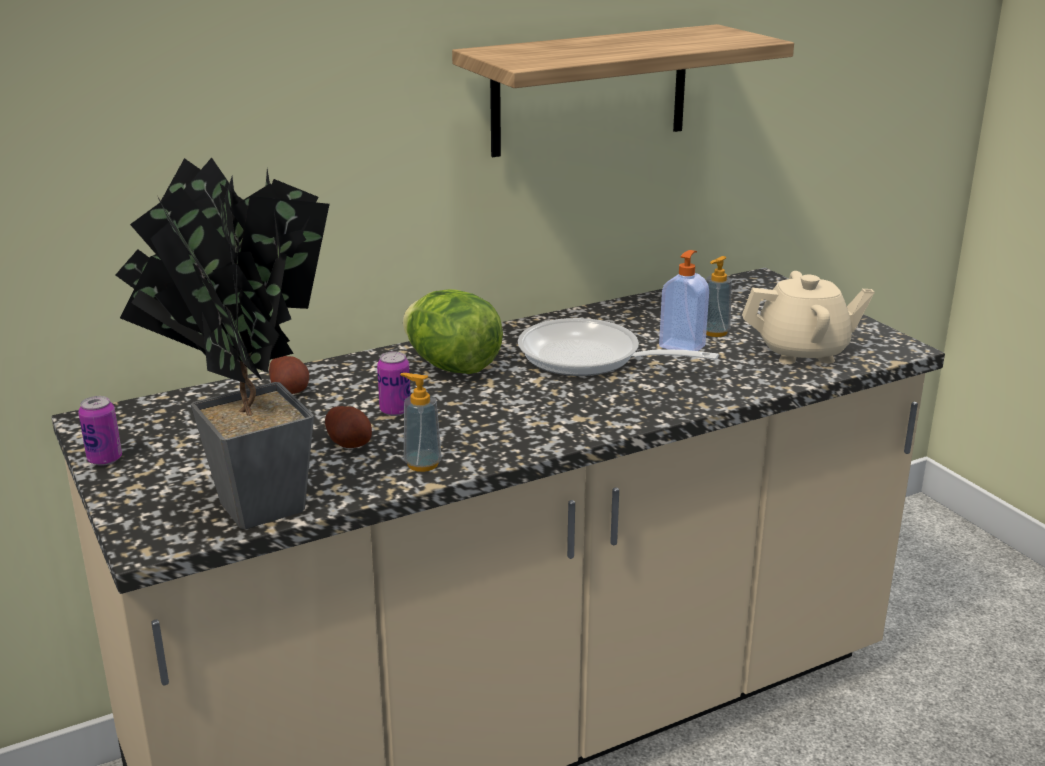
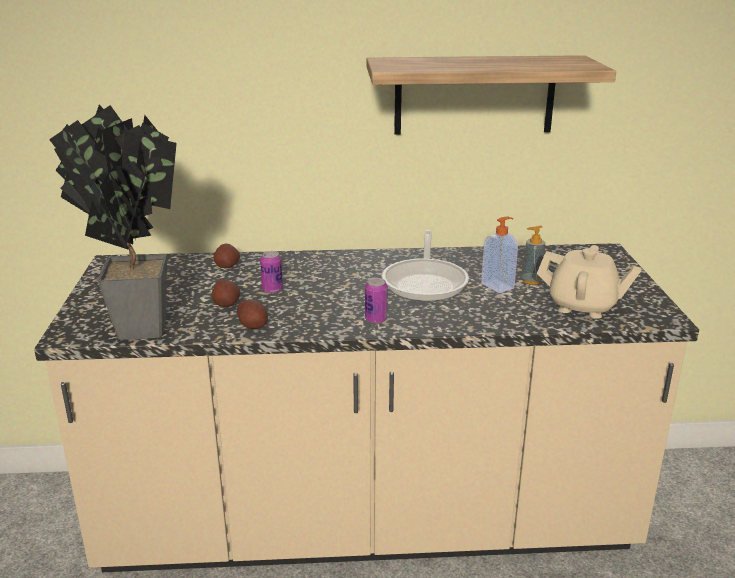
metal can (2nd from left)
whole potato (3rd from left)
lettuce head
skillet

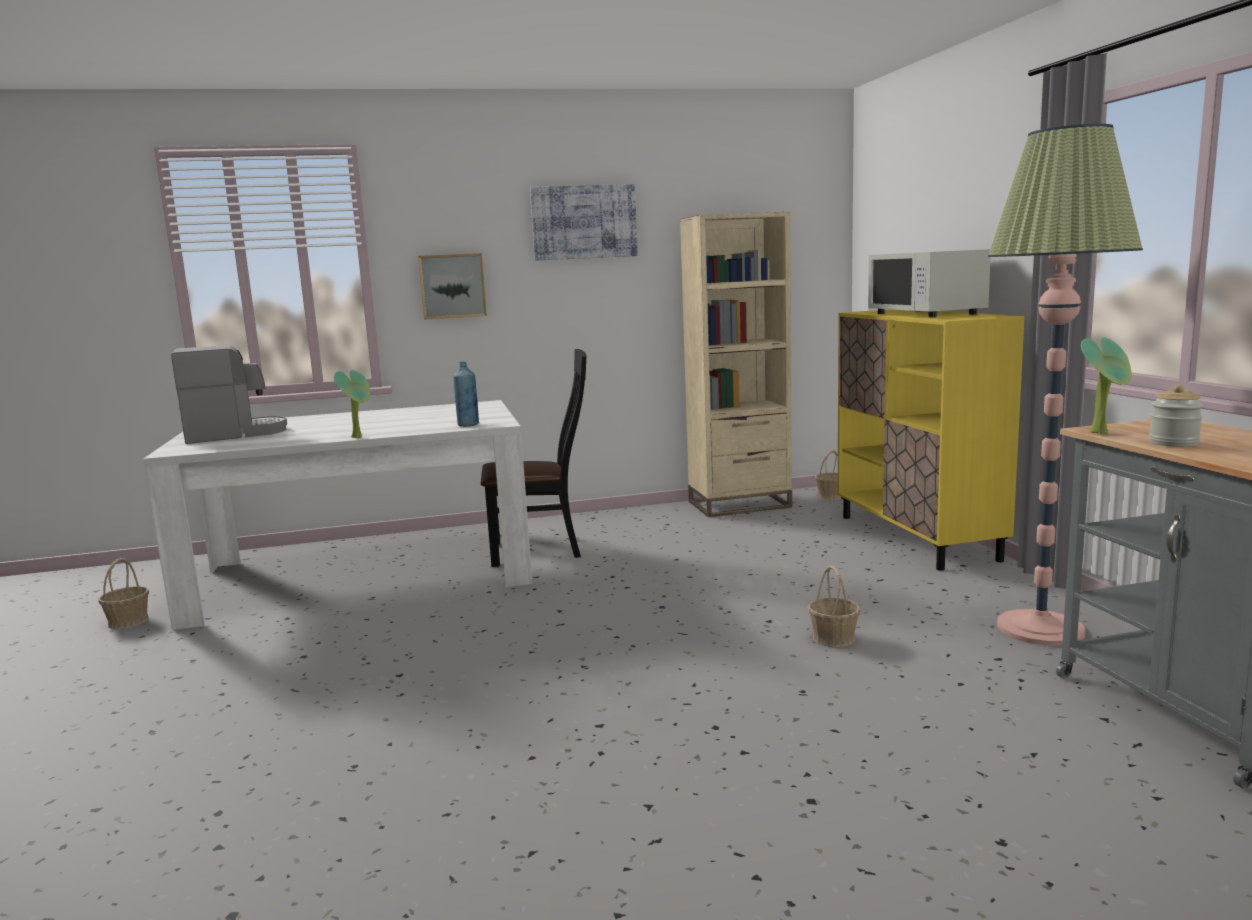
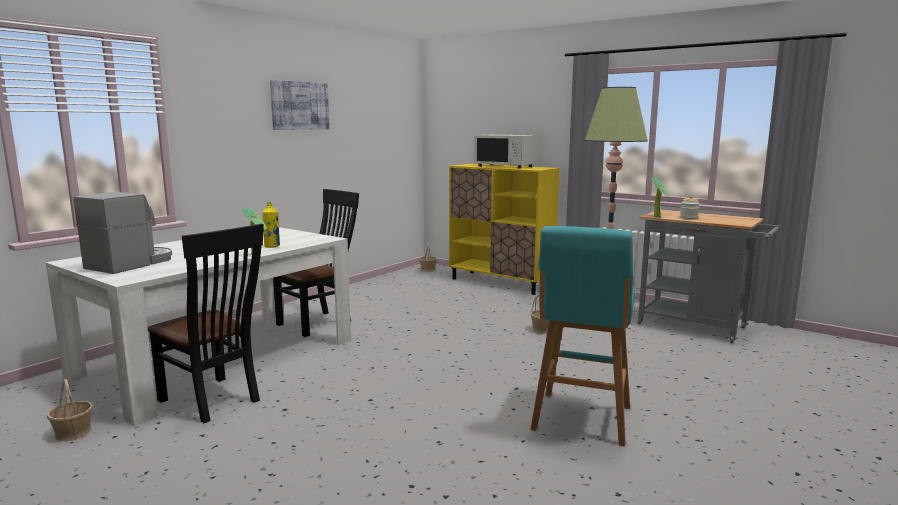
wall picture (1st from left in the first image)
blue-coloured drink bottle
sand-coloured bookshelf
black-coloured chair (1st from left)
yellowish drink bottle
blue-green sitting stool

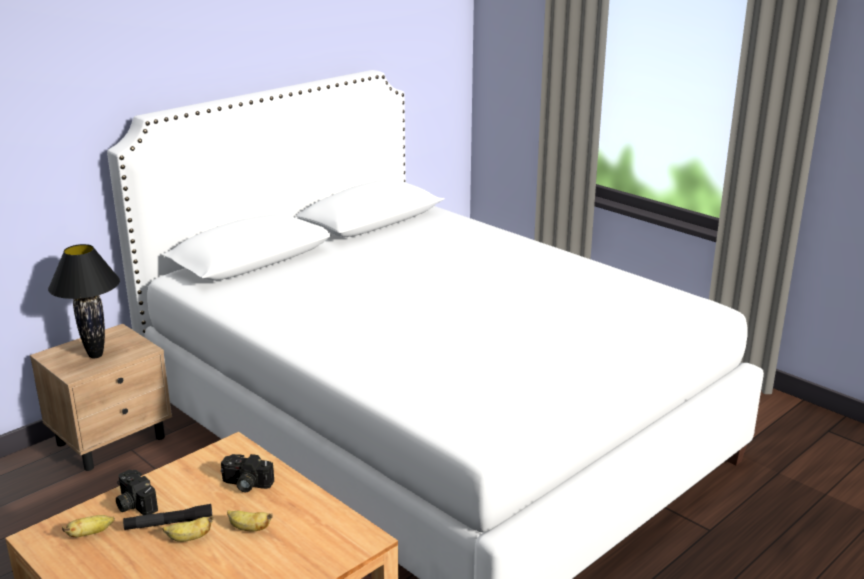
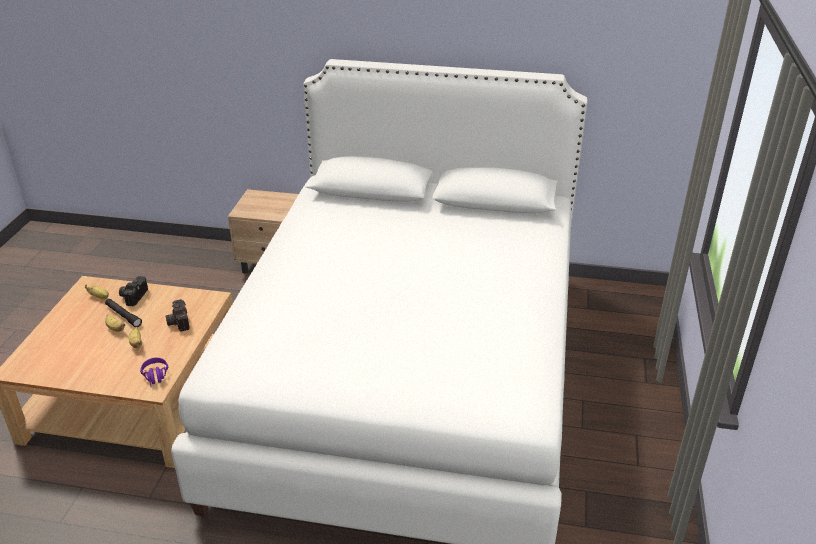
black-coloured tabletop lamp
purple headset

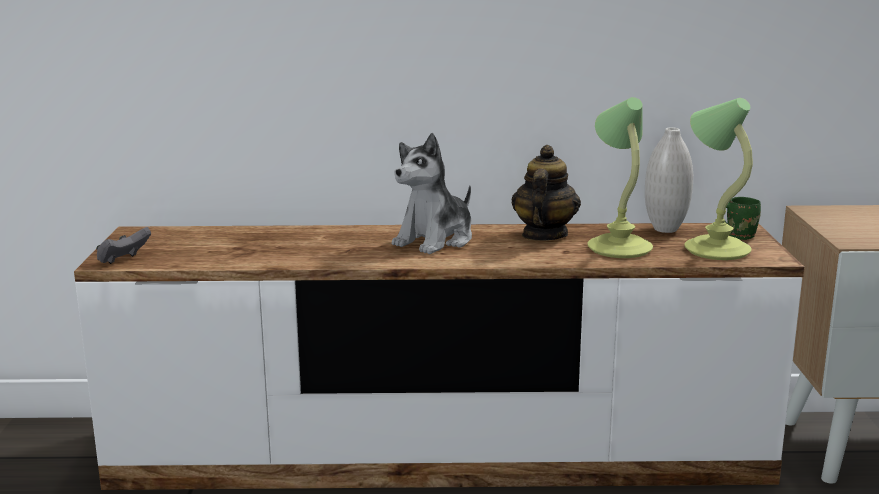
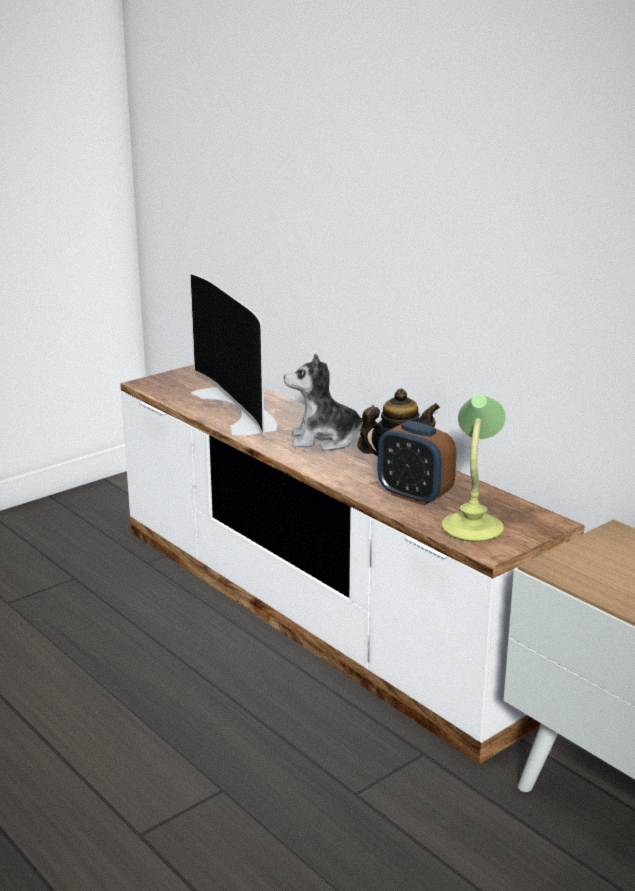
gray joypad
bedside clock
white-coloured flower vase
greenish mug
television

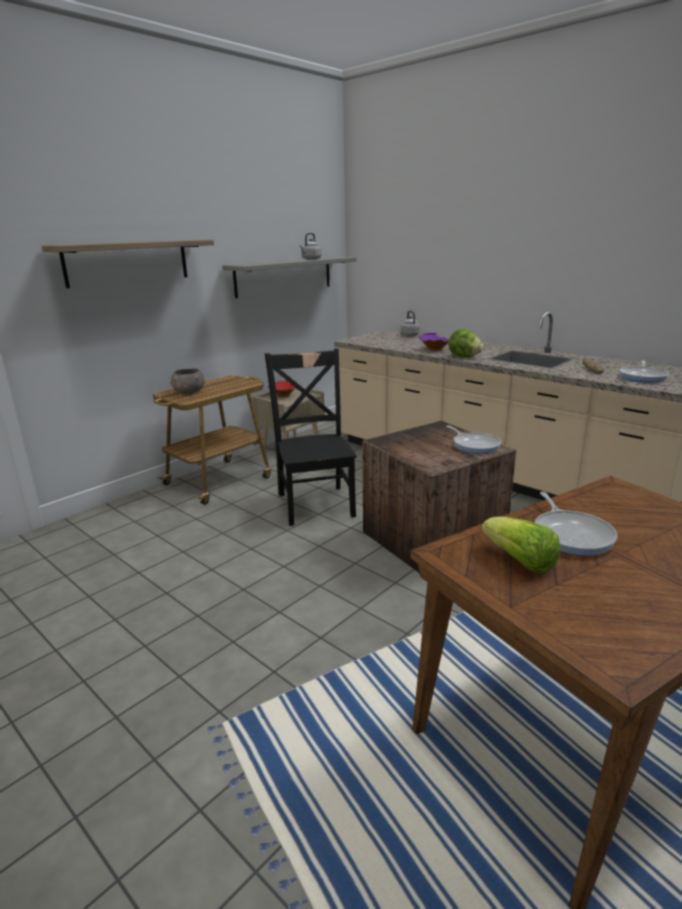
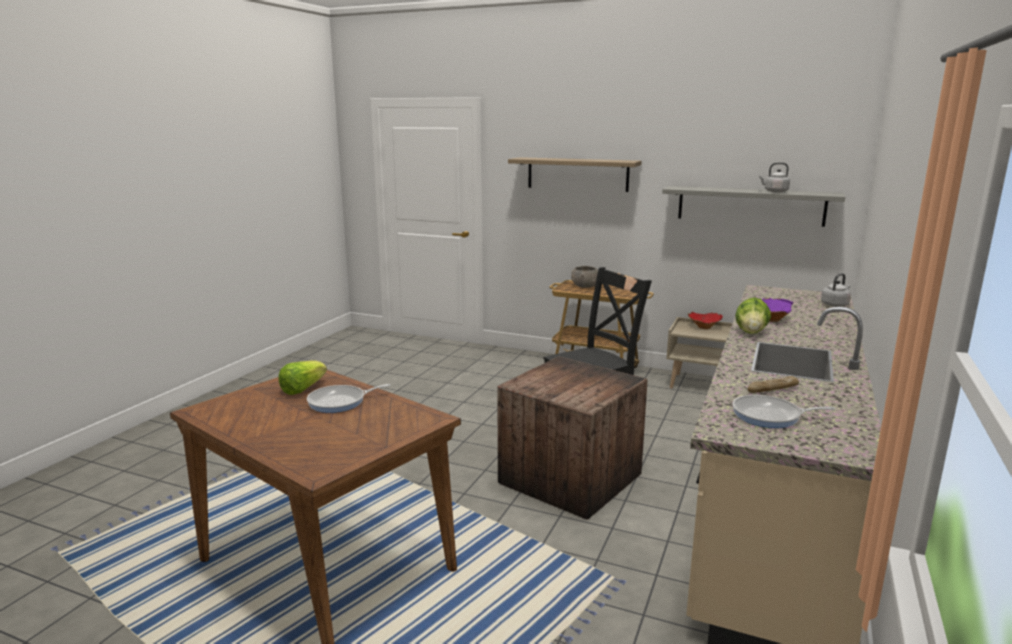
skillet (1st from left in the first image)

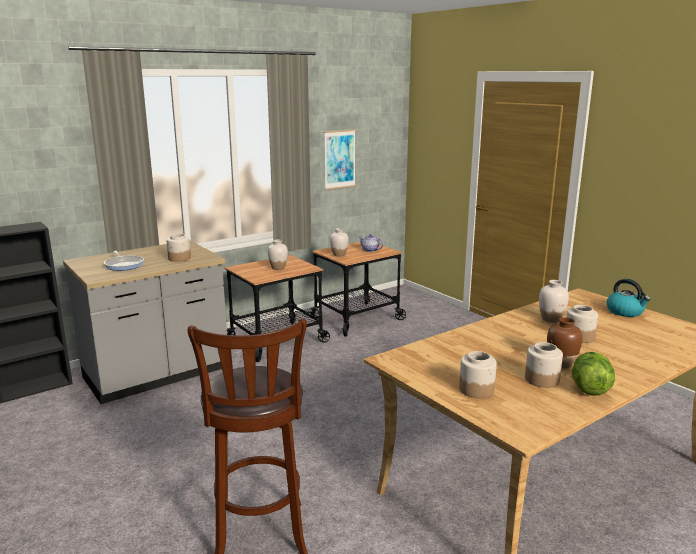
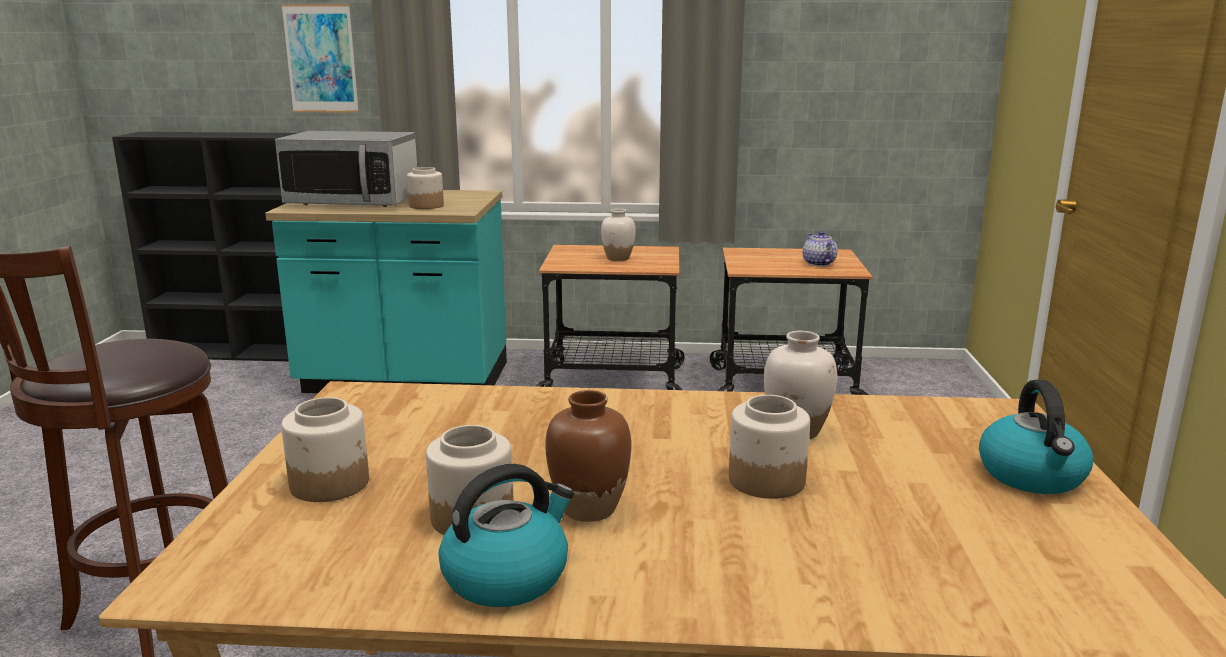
blue-green kitchen base unit
microwave
wall picture
white-coloured flower vase (2nd from left in the first image)
water kettle (1st from left)

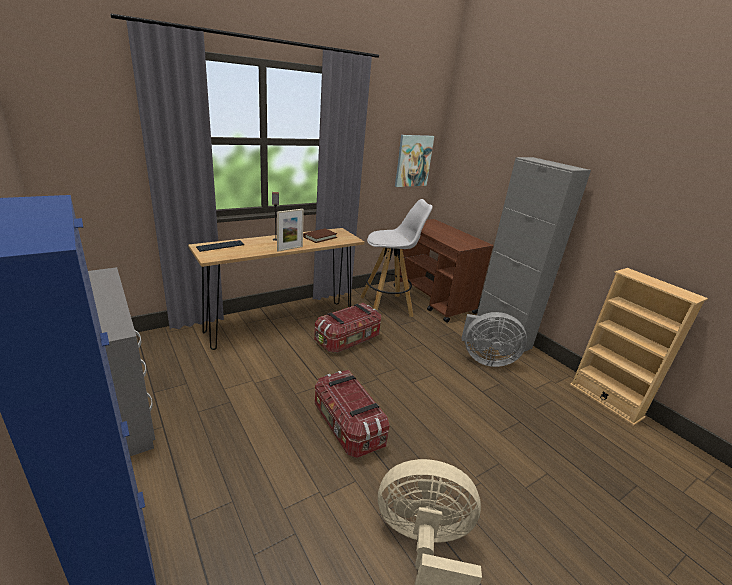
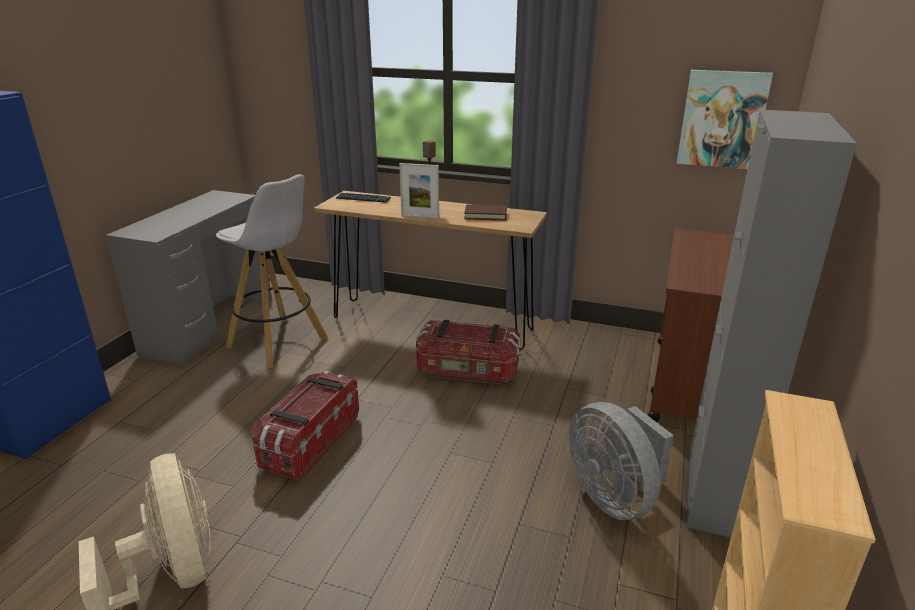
white-coloured sitting stool

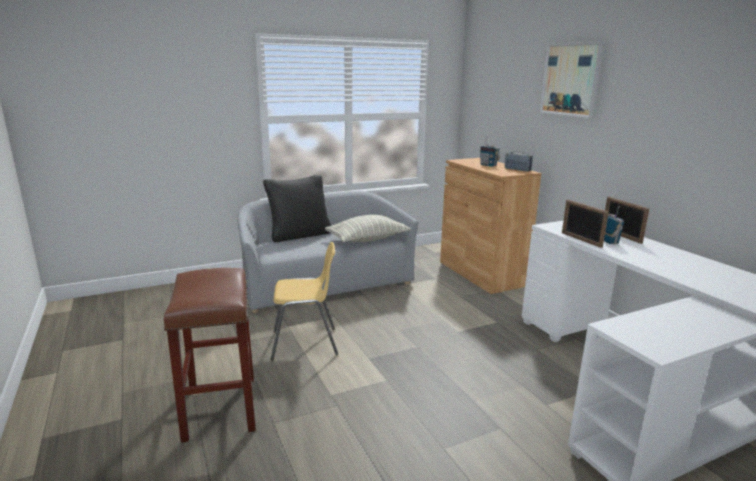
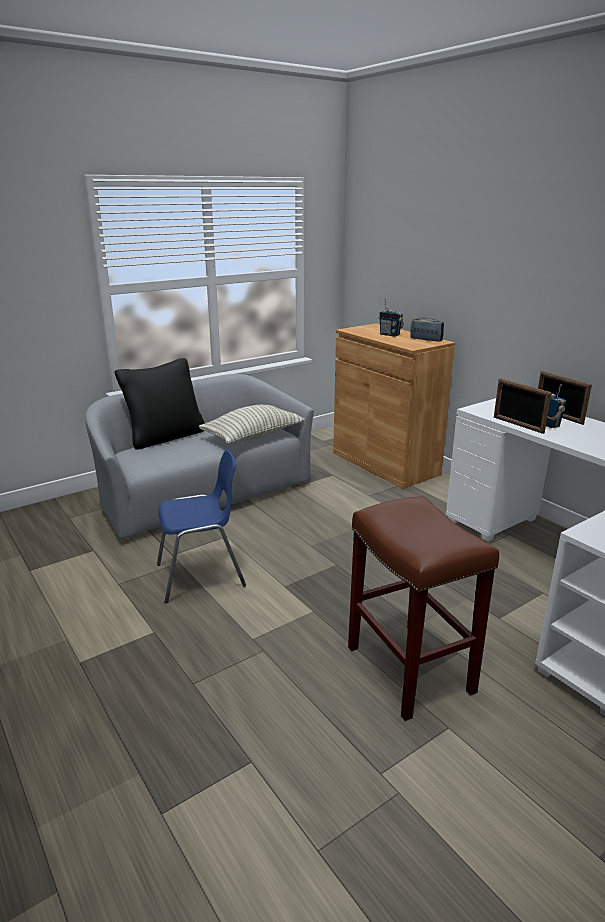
brown-coloured sitting stool
blue-coloured chair
wall picture

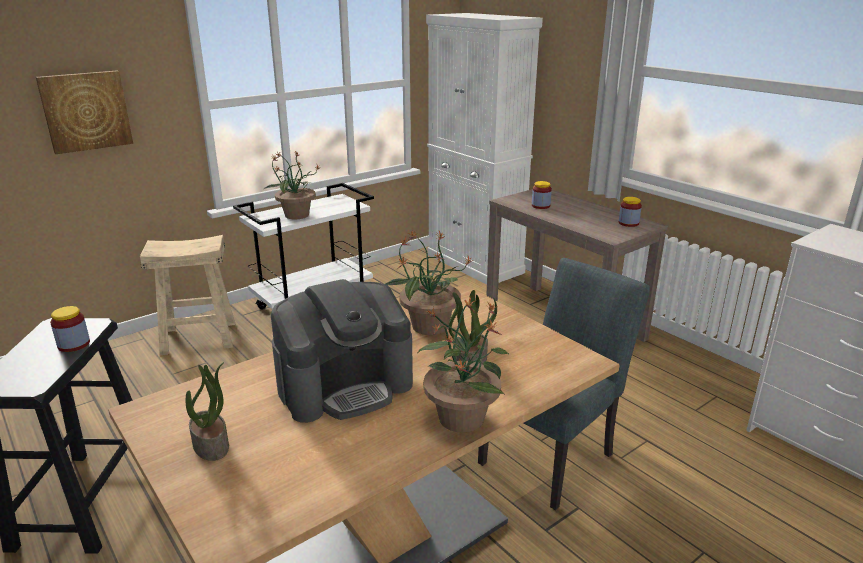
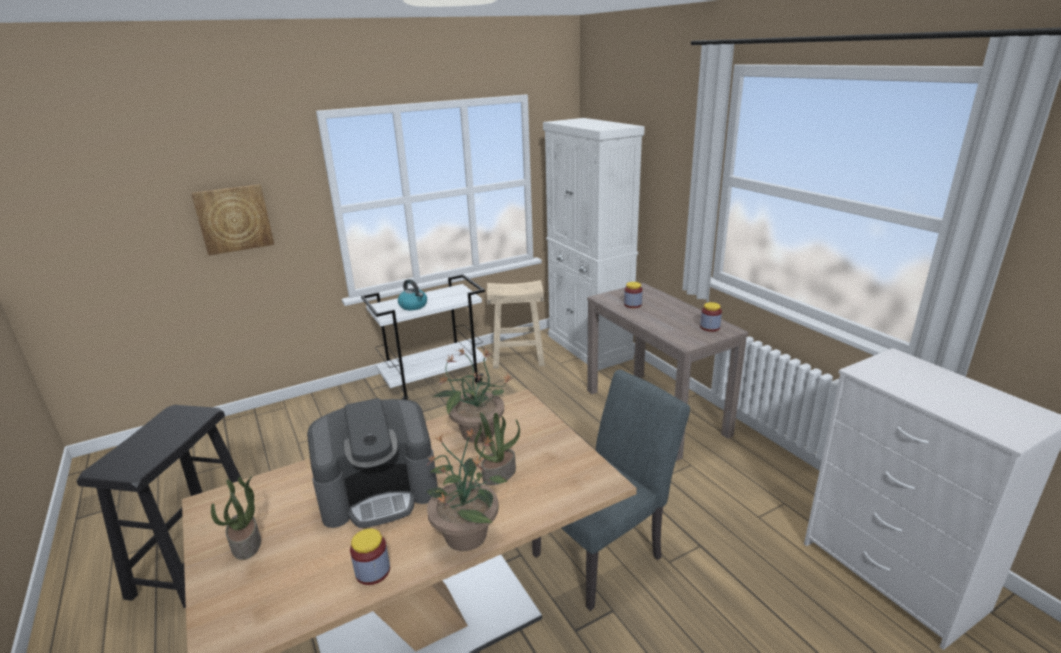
storage jar (1st from left)
sand-coloured sitting stool
water kettle

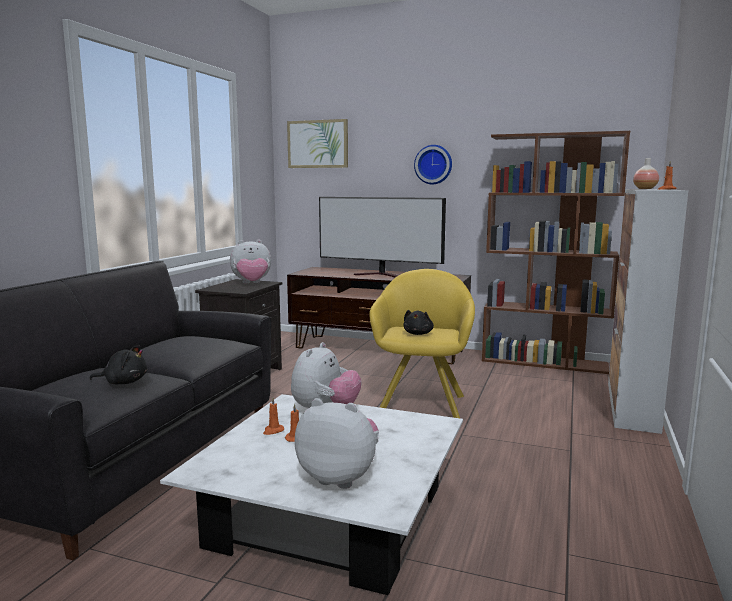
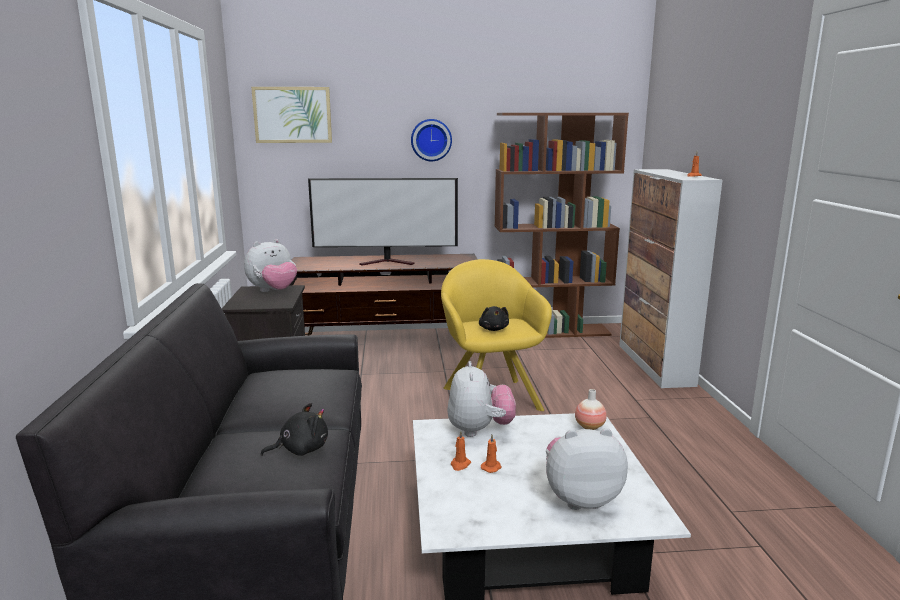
flower vase

